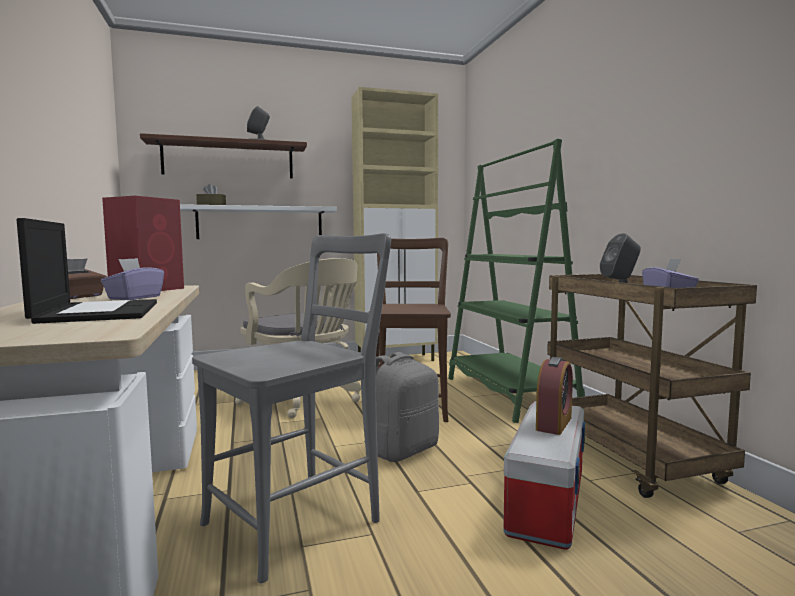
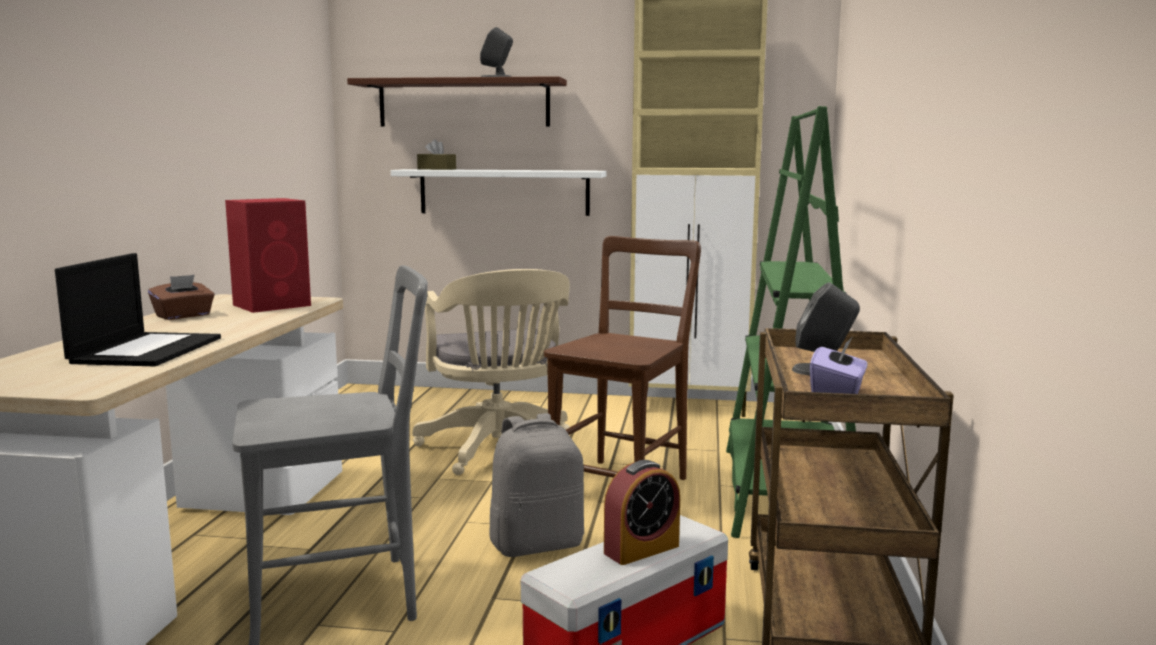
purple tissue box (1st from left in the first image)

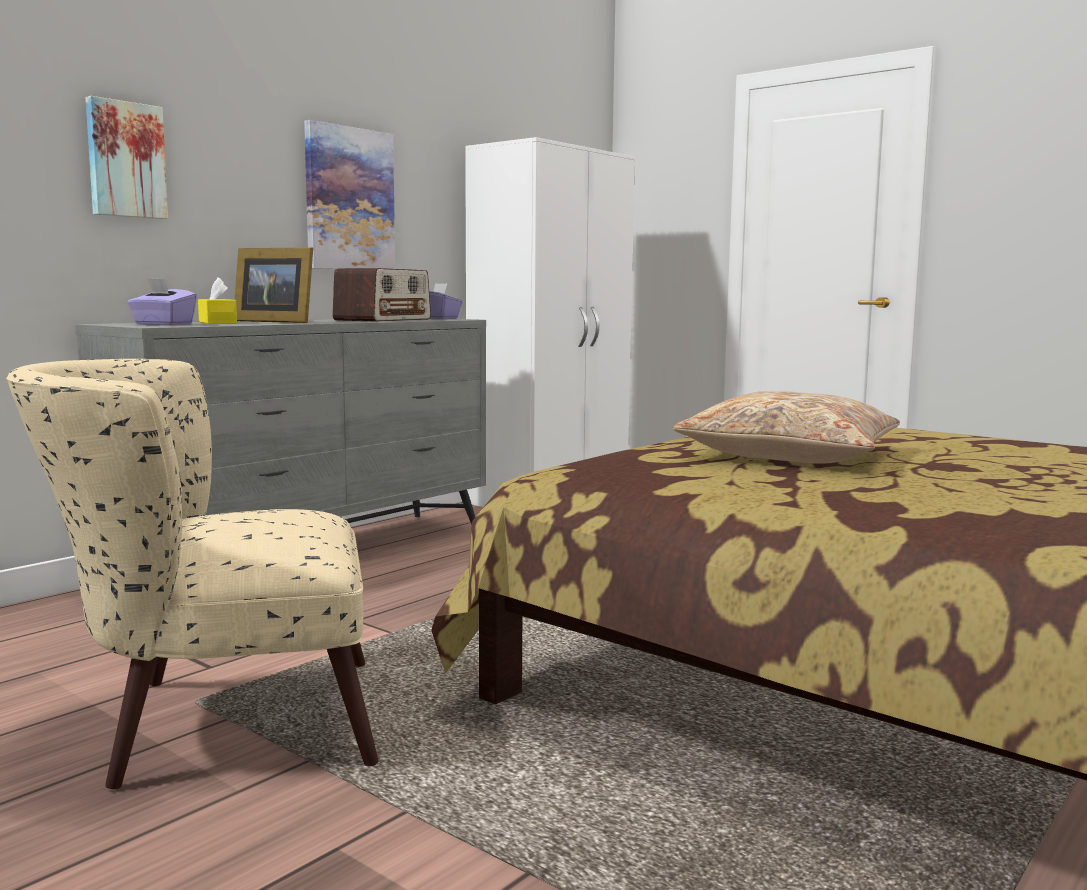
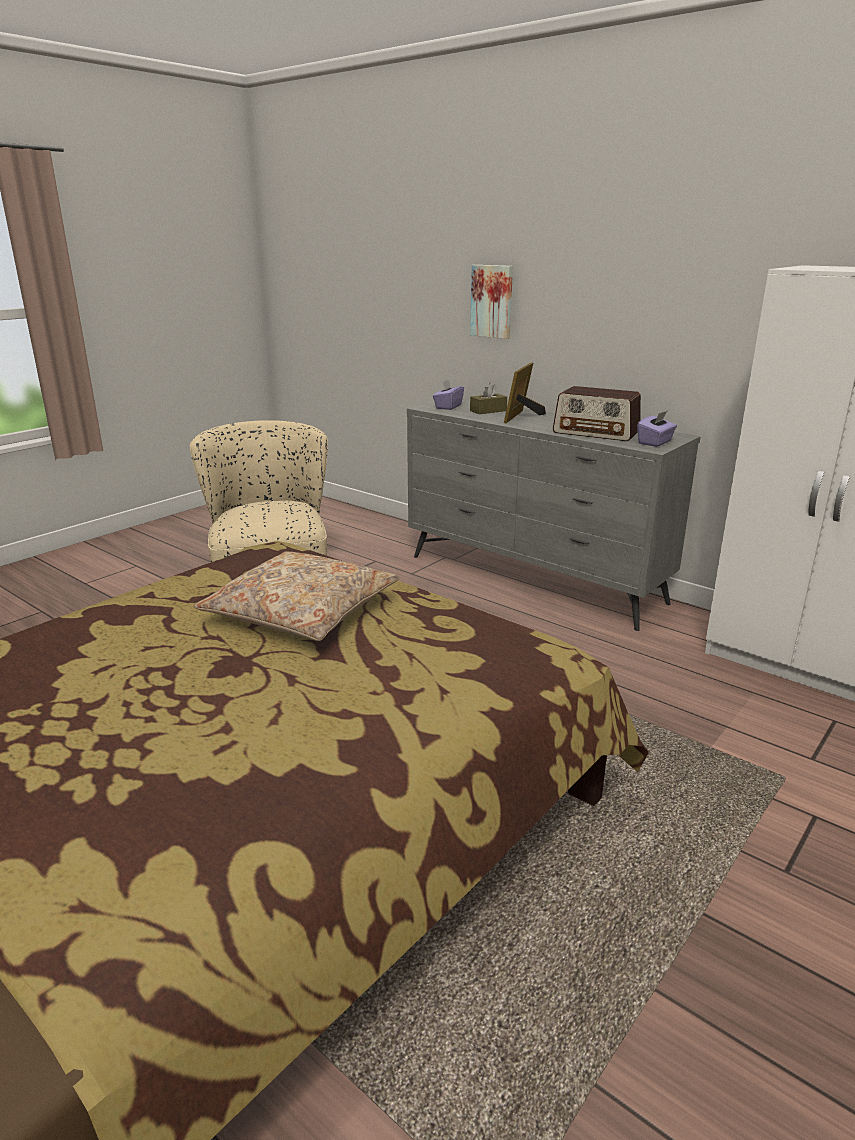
brown-coloured tissue box
wall picture (2nd from left in the first image)

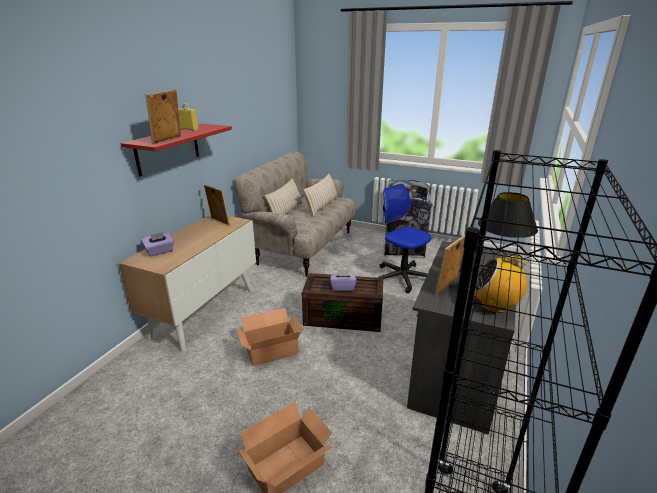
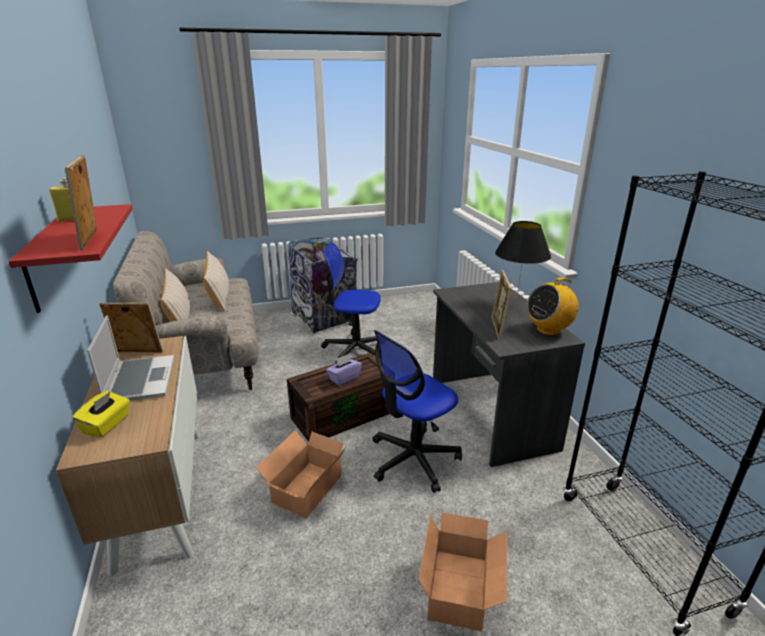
yellowish tissue box
notebook computer
office chair (2nd from left)

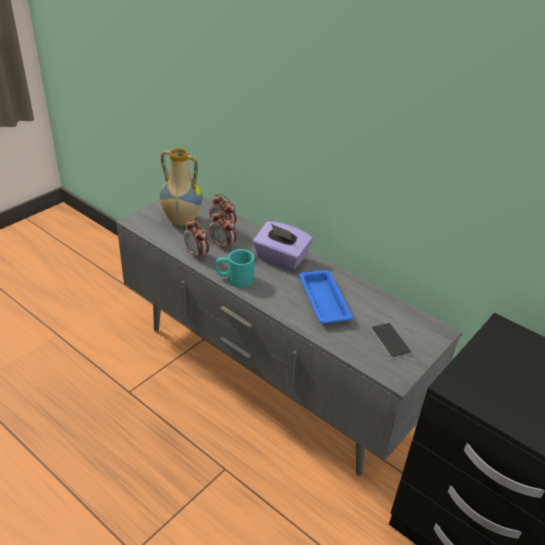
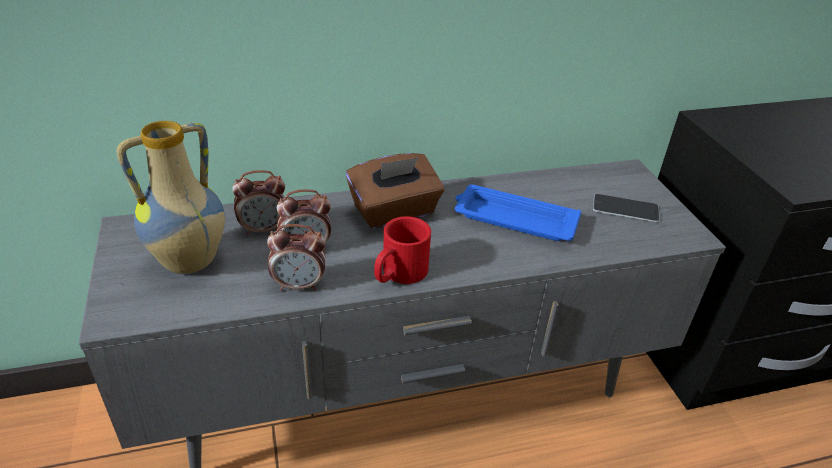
red mug
brown-coloured tissue box

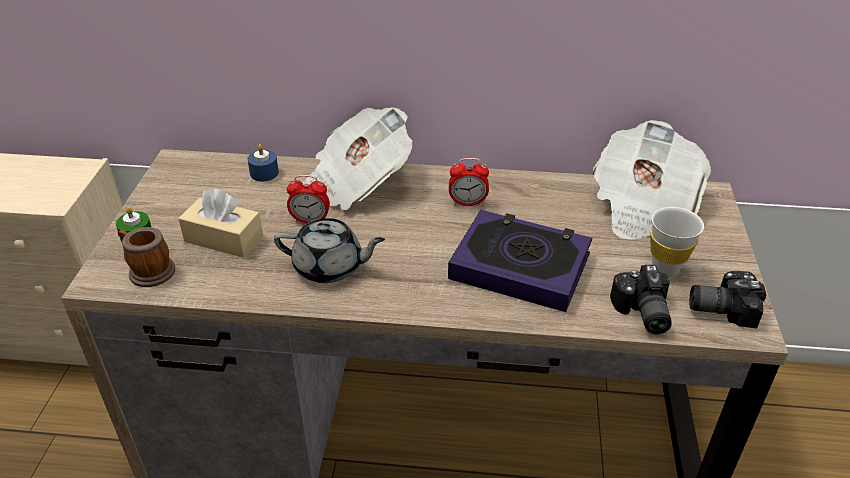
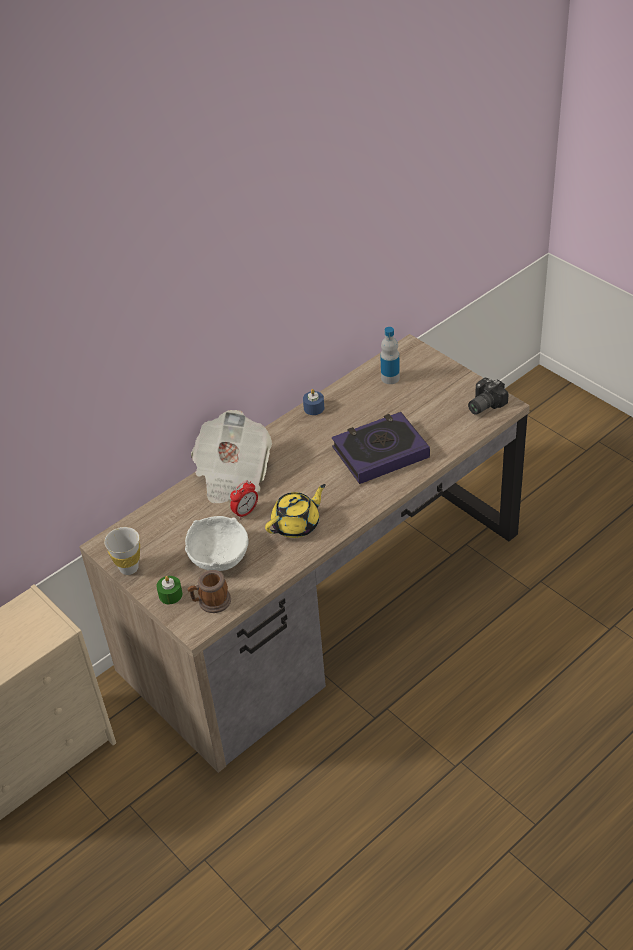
white-coloured deep dish
blue-coloured wax light
yellowish teapot
bedside clock (2nd from left in the first image)
drink bottle
still camera (1st from left in the first image)
white-coloured cup

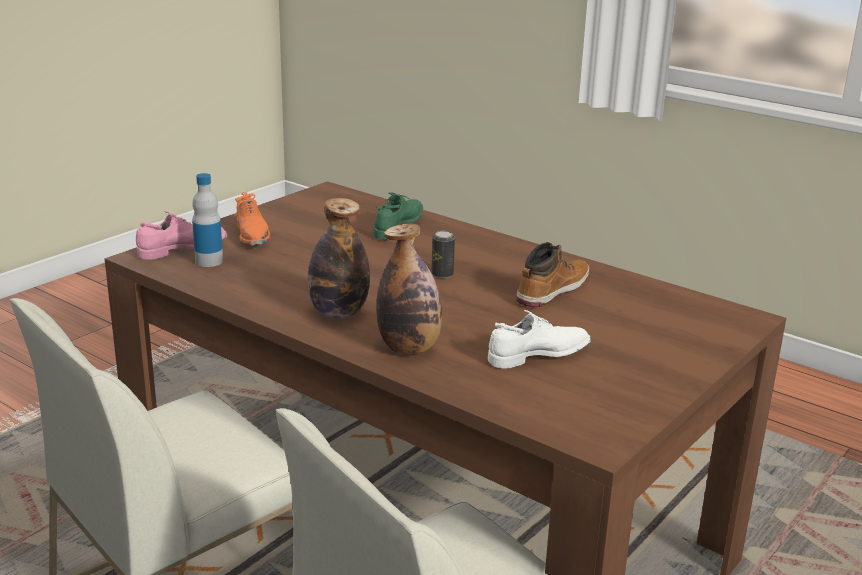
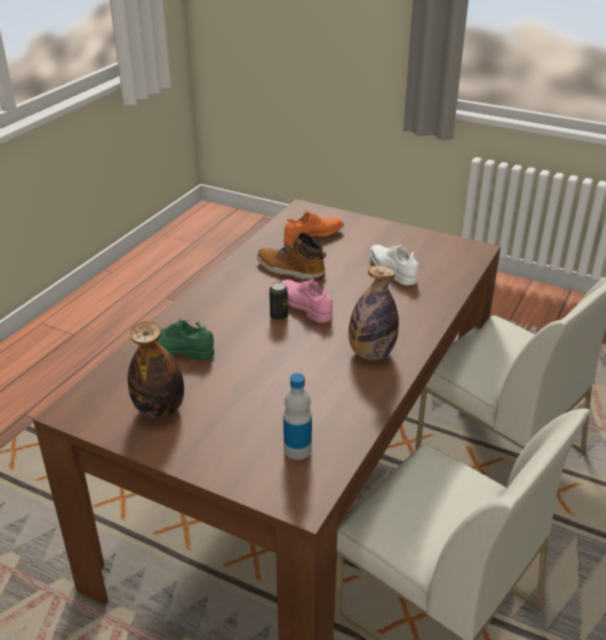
pink-coloured item of footwear
orange item of footwear
drink bottle (1st from left)

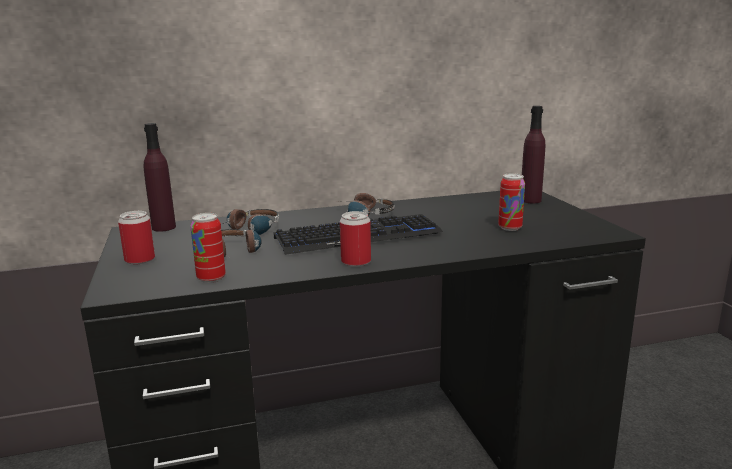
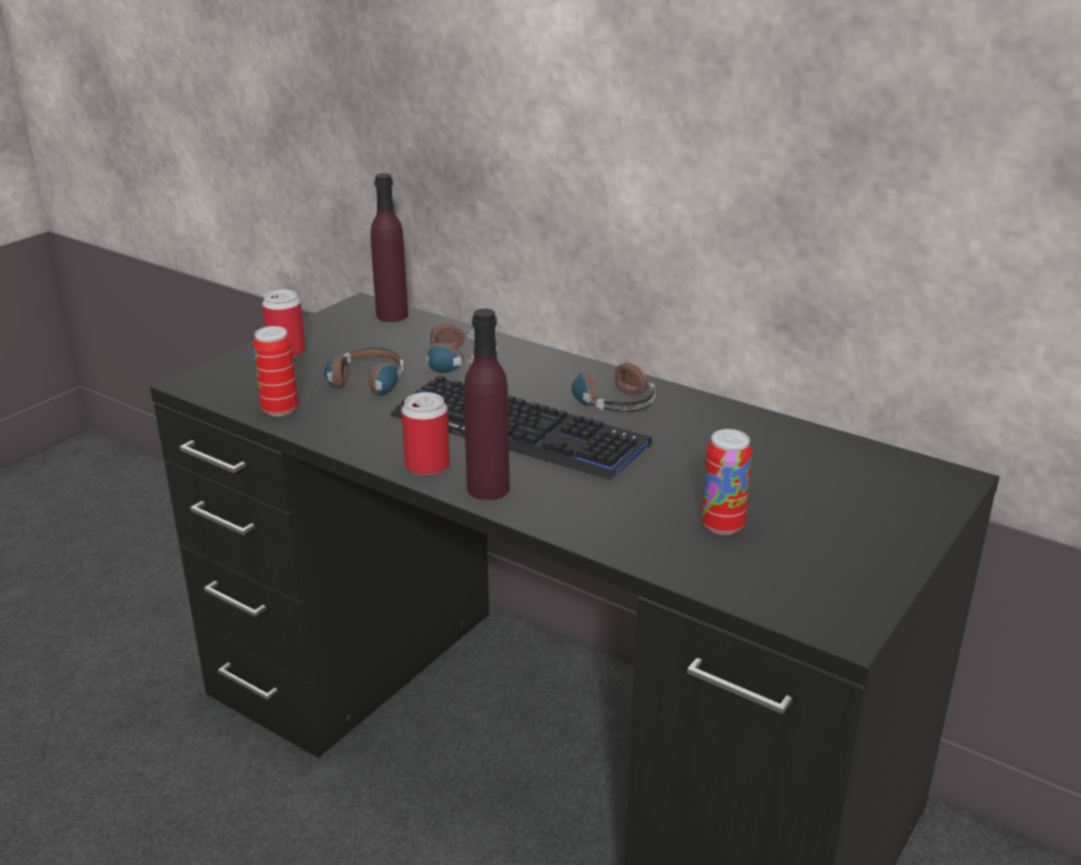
purple drink bottle (2nd from left)

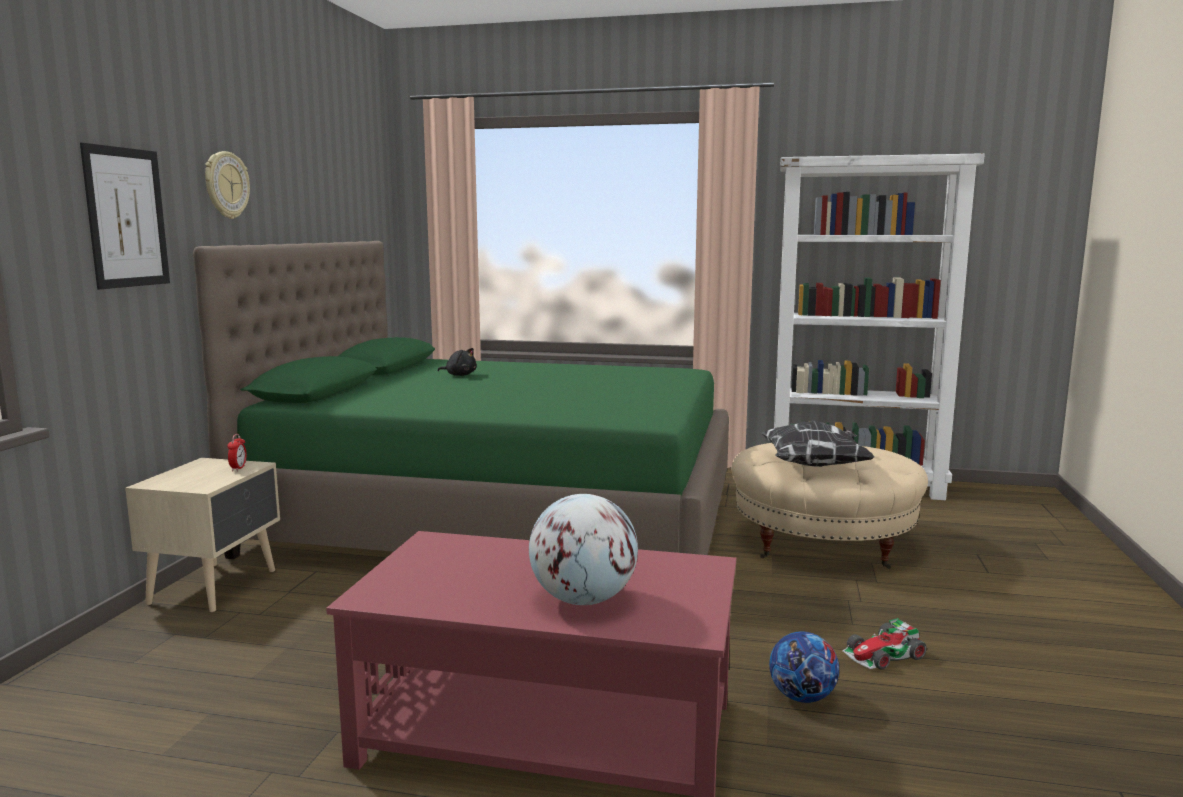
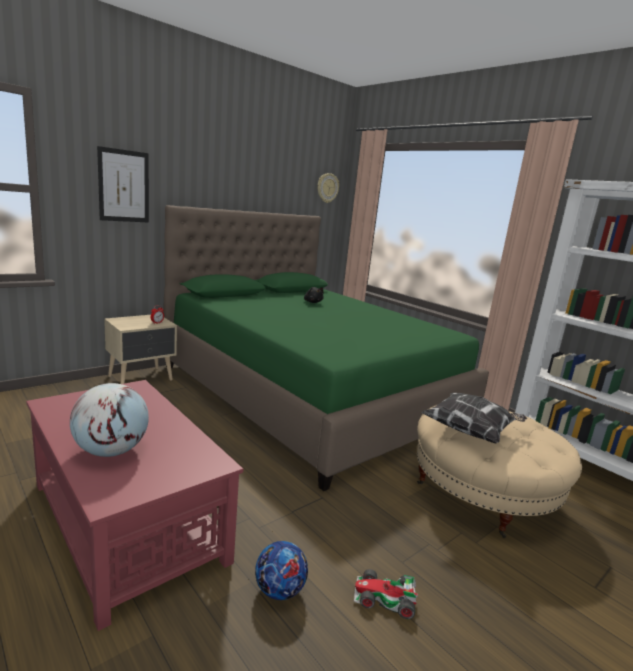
clock on the wall

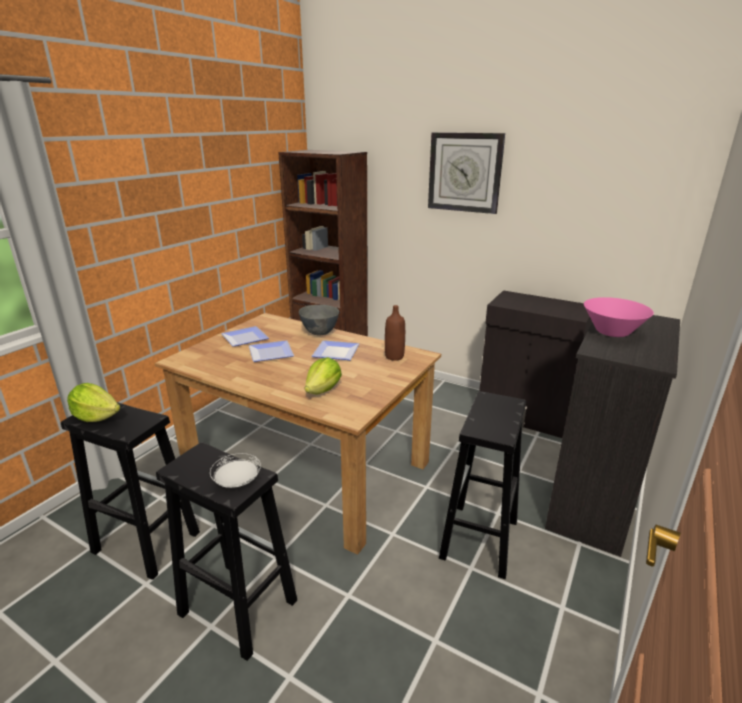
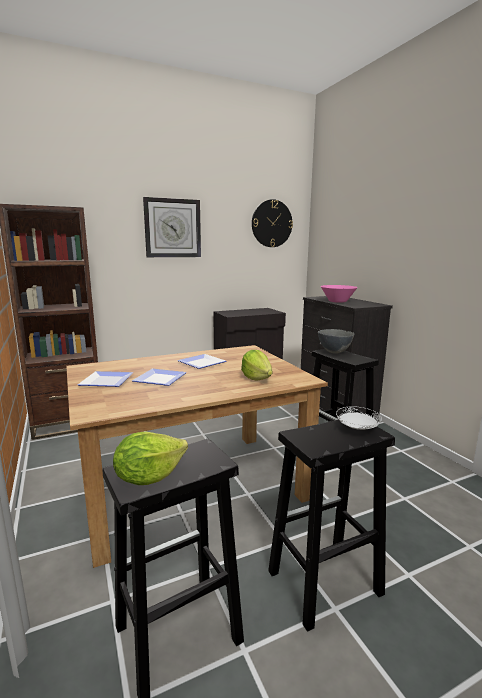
gray deep dish
brown-coloured drink bottle
clock on the wall (2nd from left)

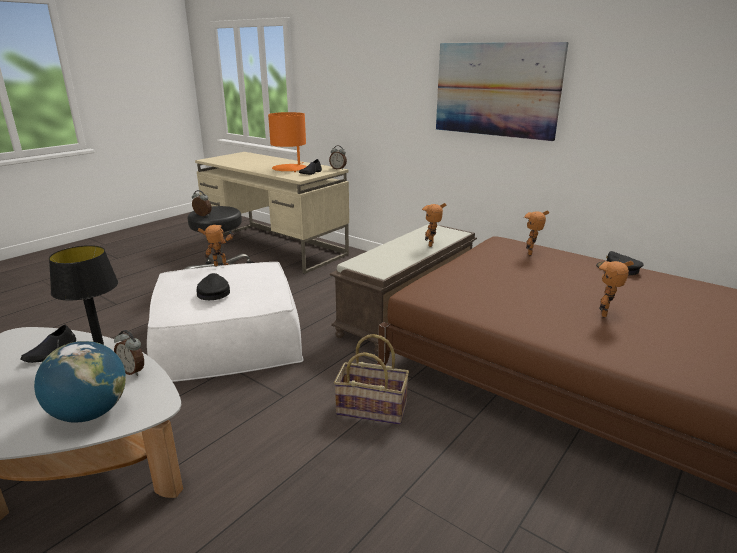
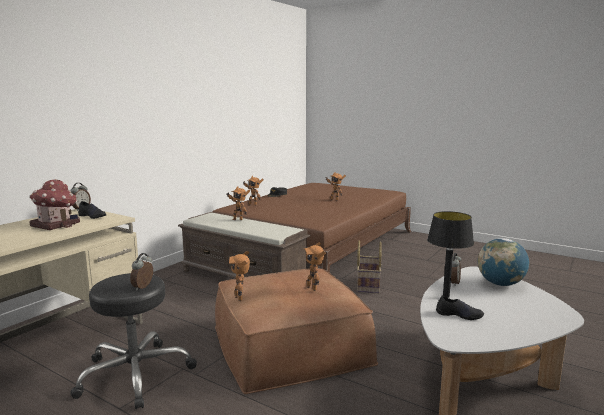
brown-coloured pouffe
robot figure (4th from left)
model house
wall picture

